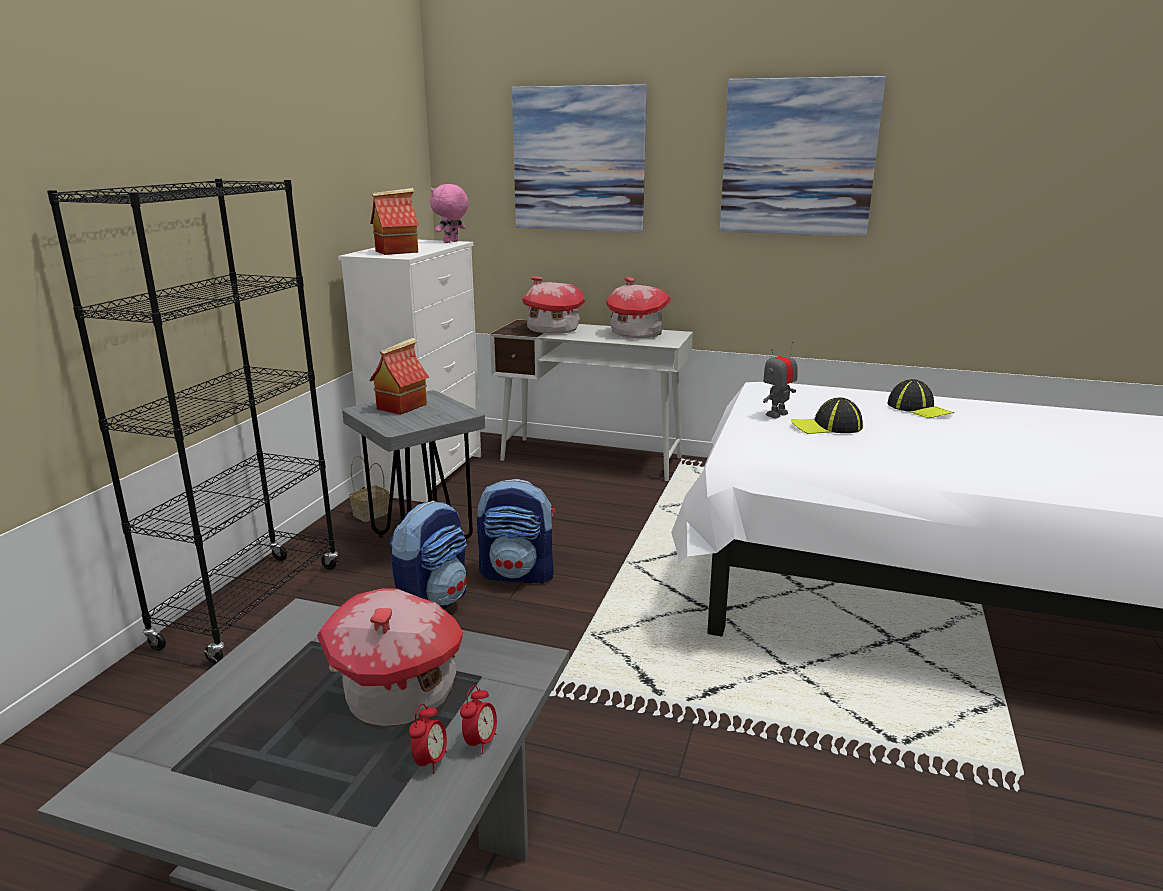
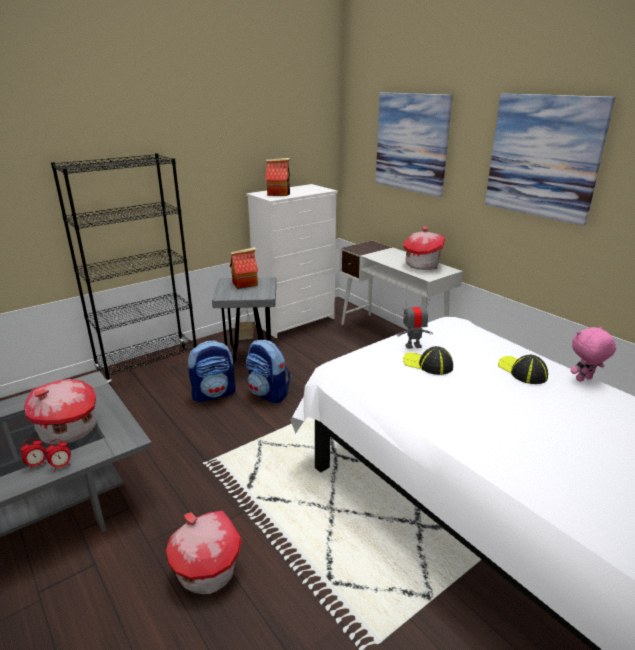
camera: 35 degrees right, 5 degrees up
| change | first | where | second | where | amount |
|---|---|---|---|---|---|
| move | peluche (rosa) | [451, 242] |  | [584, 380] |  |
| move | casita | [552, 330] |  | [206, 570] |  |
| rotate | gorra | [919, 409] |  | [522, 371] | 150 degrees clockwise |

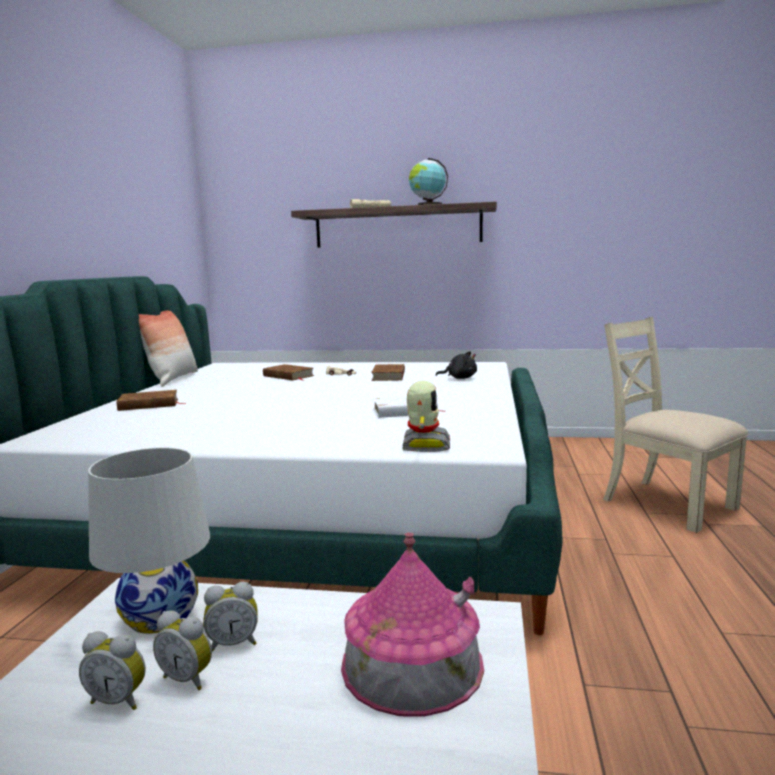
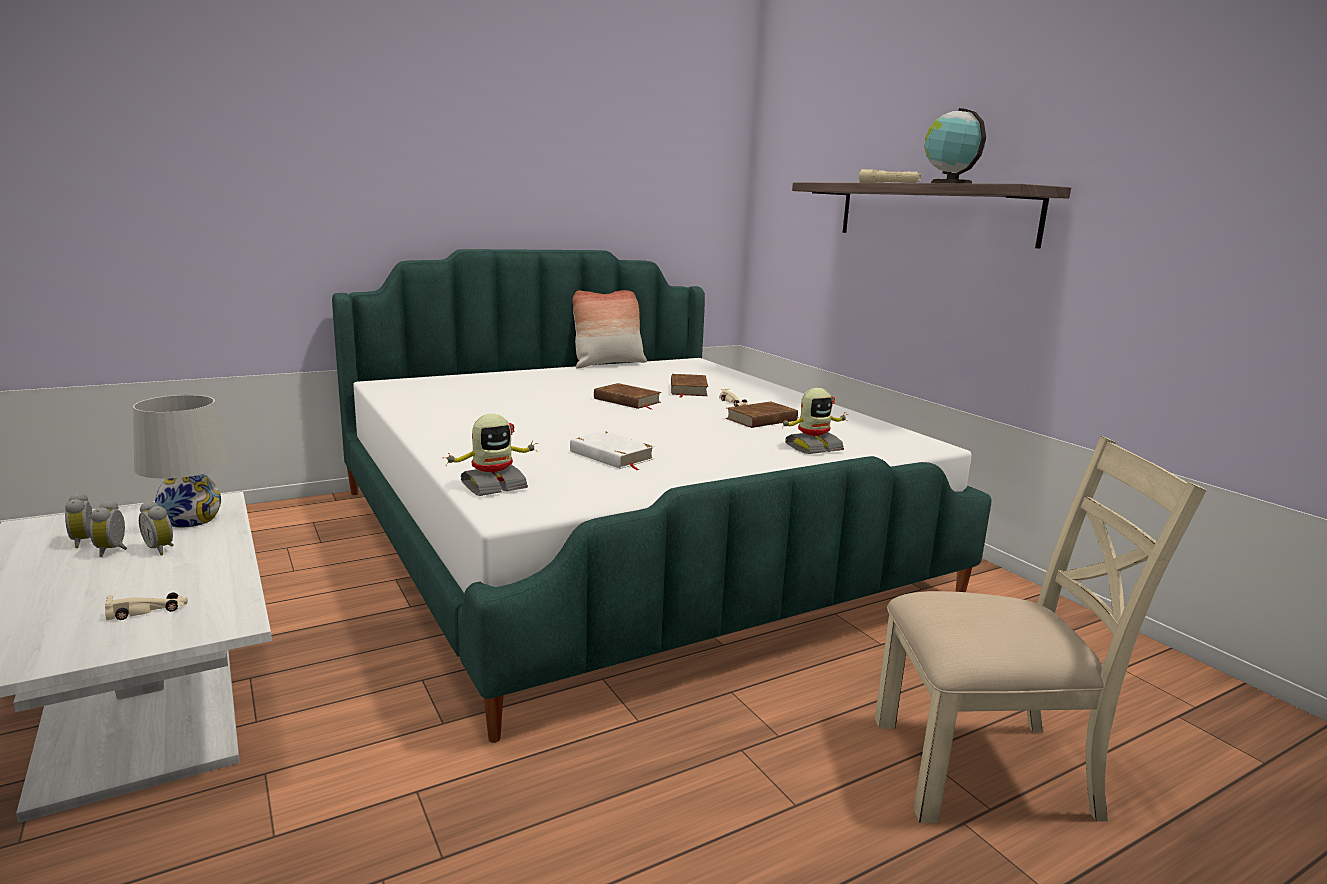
camera: 50 degrees right, 5 degrees up
| change | first | where | second | where | amount |
|---|---|---|---|---|---|
| move | libro (marrón) | [149, 405] |  | [627, 401] |  |
| replace | casita | [412, 664] | coche de juguete (beis) | [148, 610] |  |
| replace | peluche (negro) | [459, 378] | robot de juguete | [812, 447] |  |
| rotate | silla (beis) | [667, 503] |  | [986, 768] | 75 degrees clockwise |

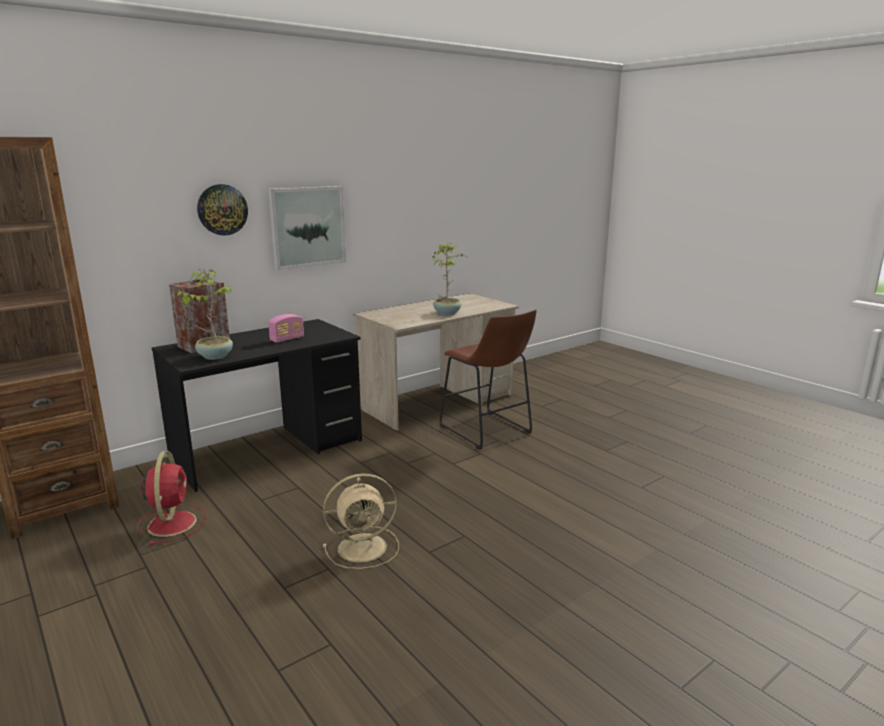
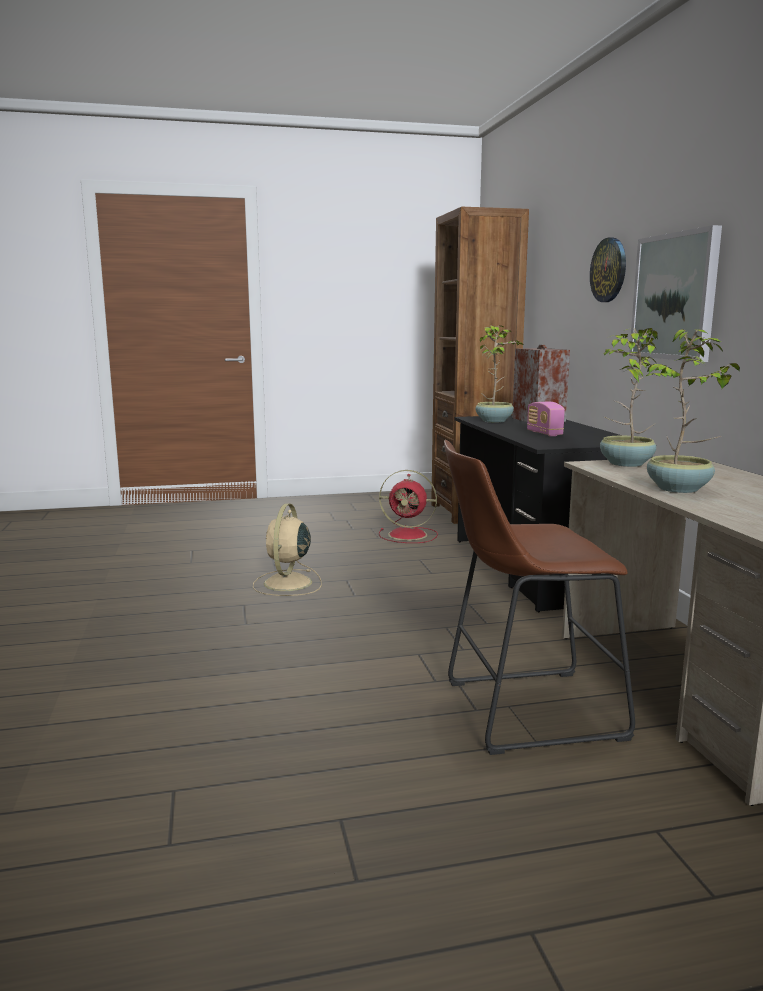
camera: 115 degrees right, 5 degrees down
| change | first | where | second | where | amount |
|---|---|---|---|---|---|
| insert |  |  | planta en maceta | [624, 464] |  |

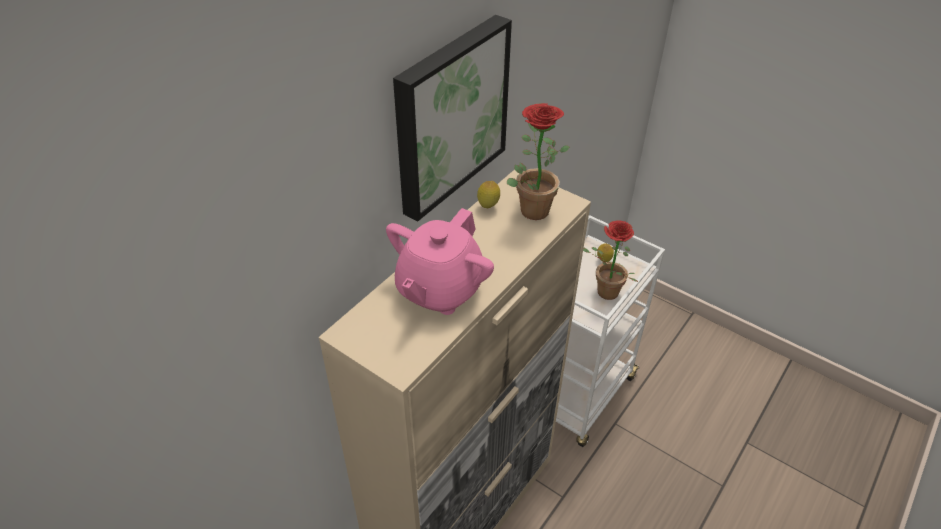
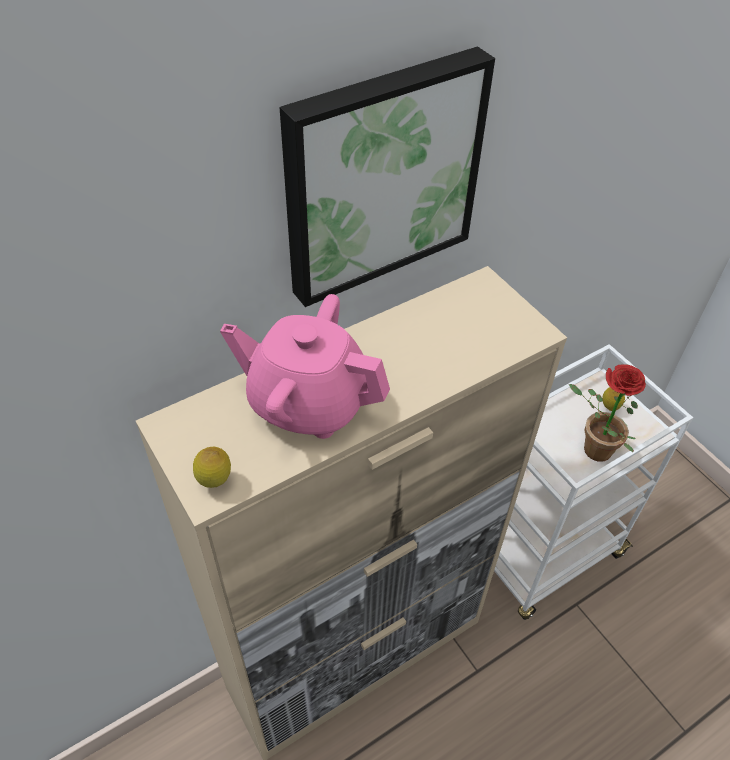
camera: 20 degrees right, 5 degrees up
| change | first | where | second | where | amount |
|---|---|---|---|---|---|
| rotate | tetera (rosa) | [439, 290] |  | [308, 403] | 60 degrees clockwise |
| move | limón | [488, 207] |  | [215, 482] |  |
| delete | planta en maceta | [531, 207] |  |  |  |

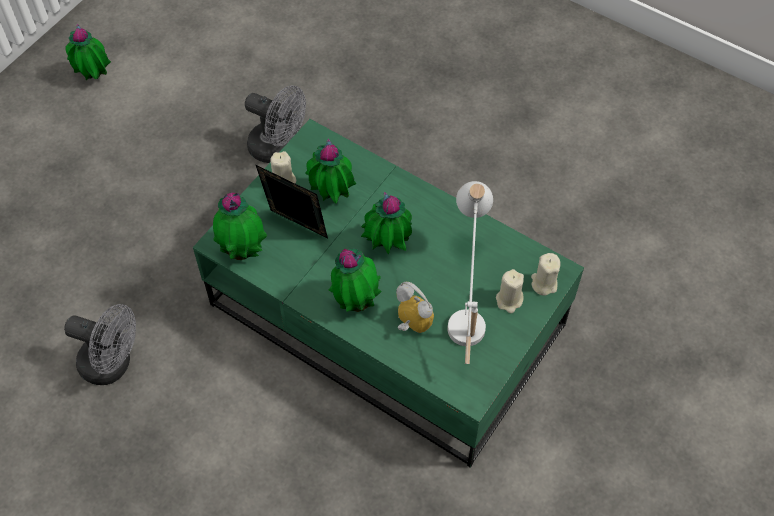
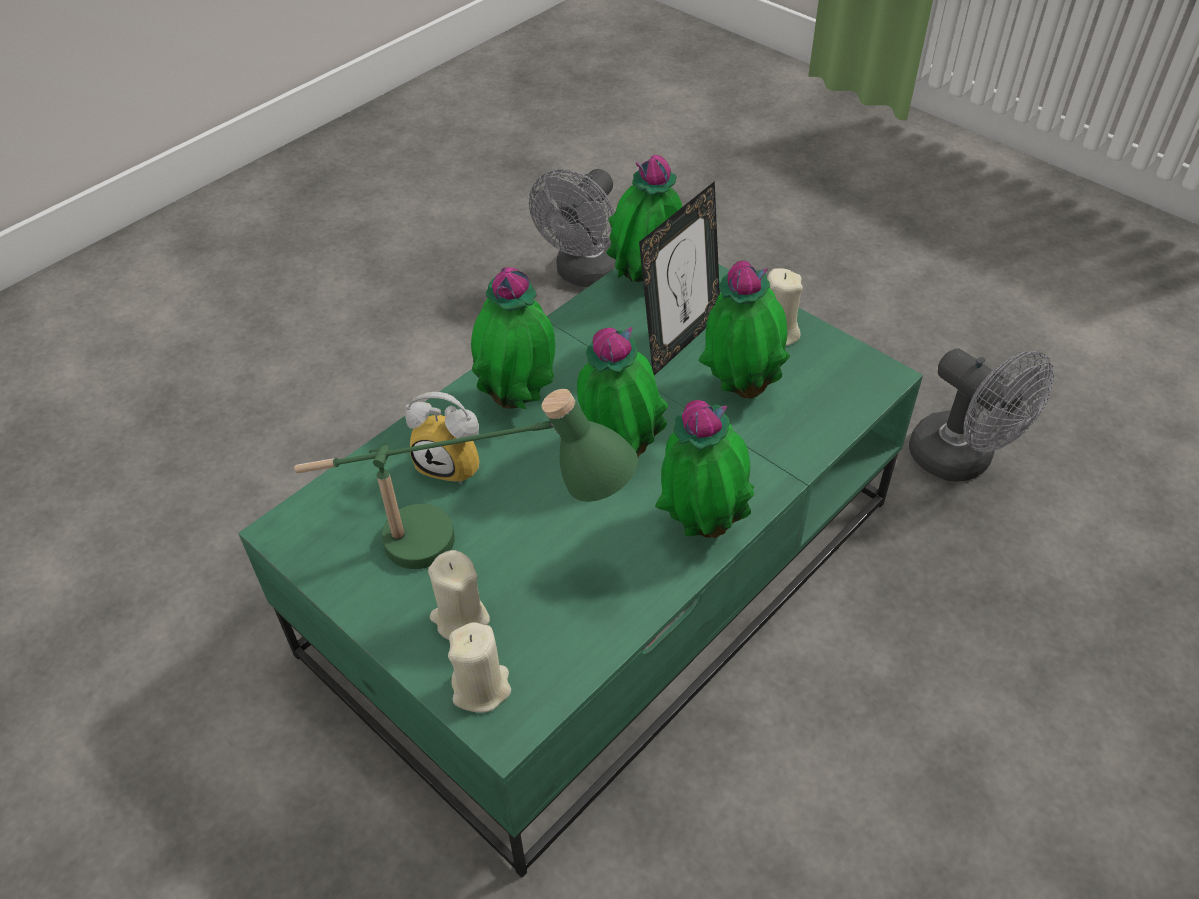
camera: 100 degrees right, 10 degrees down
| change | first | where | second | where | amount |
|---|---|---|---|---|---|
| move | planta en maceta | [94, 77] |  | [701, 524] |  |
| rotate | ventilador (gris) | [278, 148] |  | [962, 460] | 75 degrees counterclockwise |
| rotate | despertador | [409, 324] |  | [455, 463] | 60 degrees clockwise |
| recolor | lámpara de mesa (blanco) | [467, 304] | lámpara de mesa (verde) | [470, 549] |  |

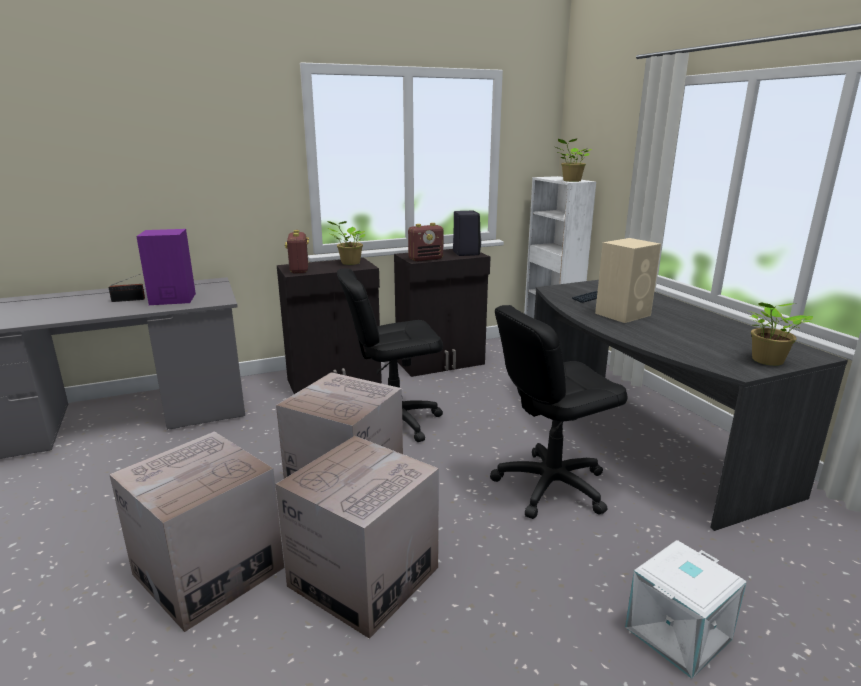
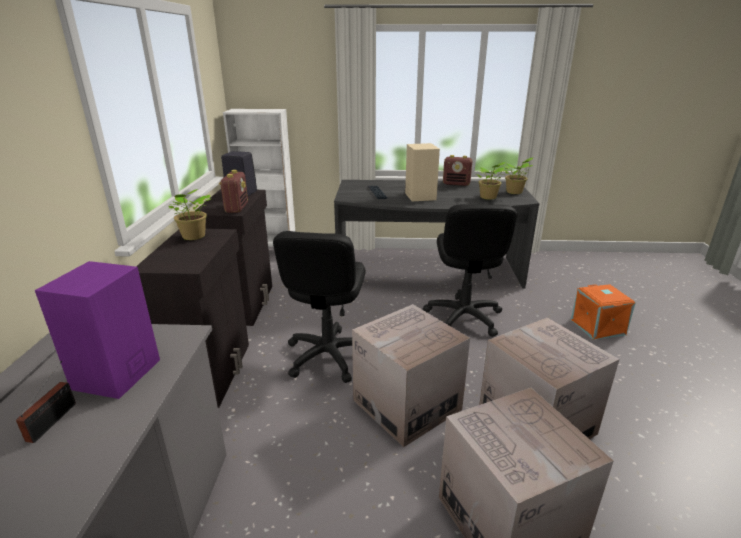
camera: 65 degrees left, 5 degrees up
| change | first | where | second | where | amount |
|---|---|---|---|---|---|
| move | radio | [299, 270] |  | [456, 184] |  |
| move | planta en maceta | [570, 181] |  | [488, 197] |  |
| recolor | caja de almacenaje (blanco) | [679, 634] | caja de almacenaje (naranja) | [598, 327] |  |

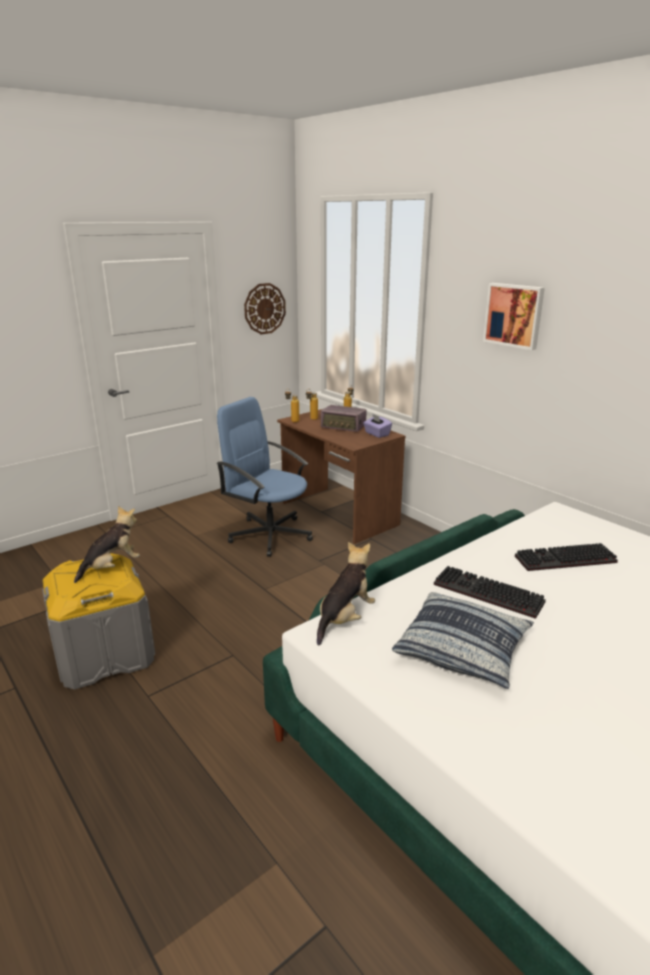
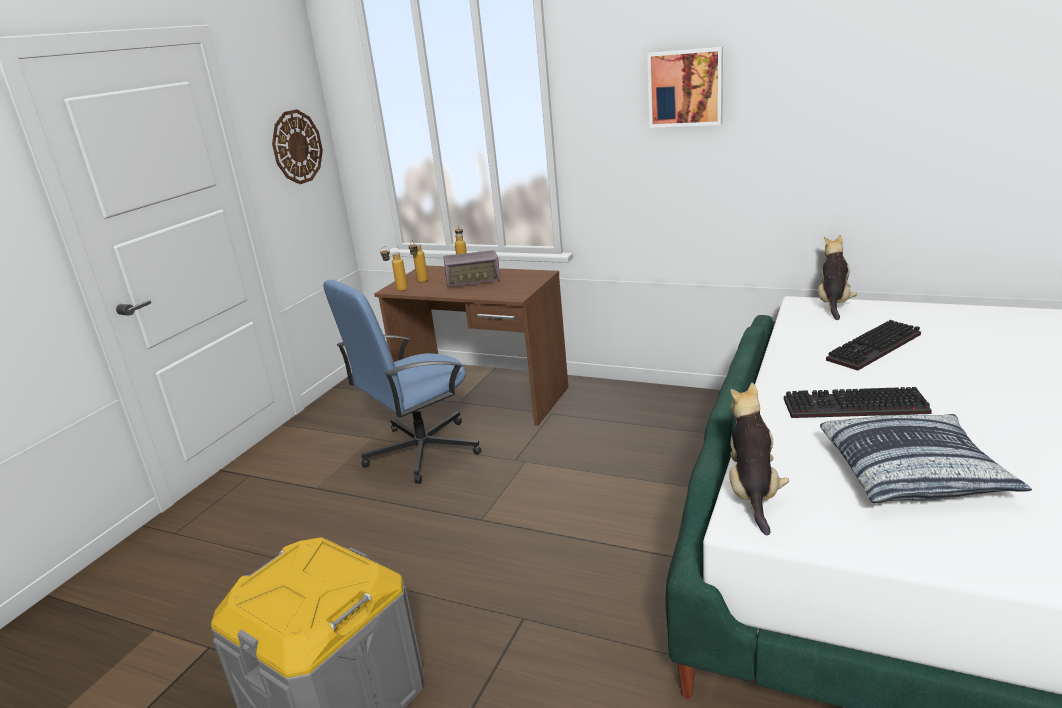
camera: 25 degrees left, 0 degrees up
| change | first | where | second | where | amount |
|---|---|---|---|---|---|
| move | peluche | [112, 567] |  | [833, 304] |  |
| rotate | silla de oficina (azul) | [269, 534] |  | [420, 451] | 45 degrees counterclockwise |
| delete | caja de pañuelos (morado) | [377, 434] |  |  |  |

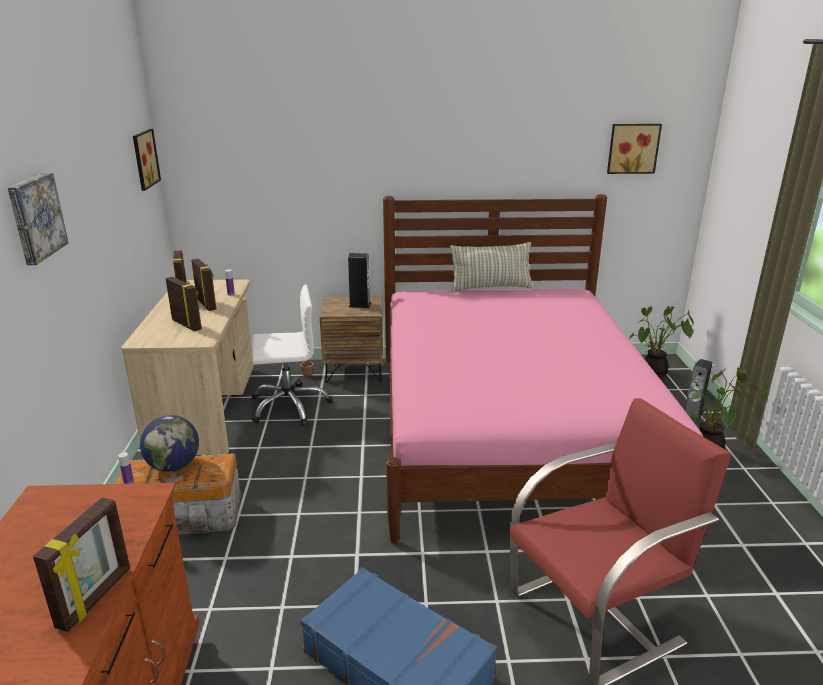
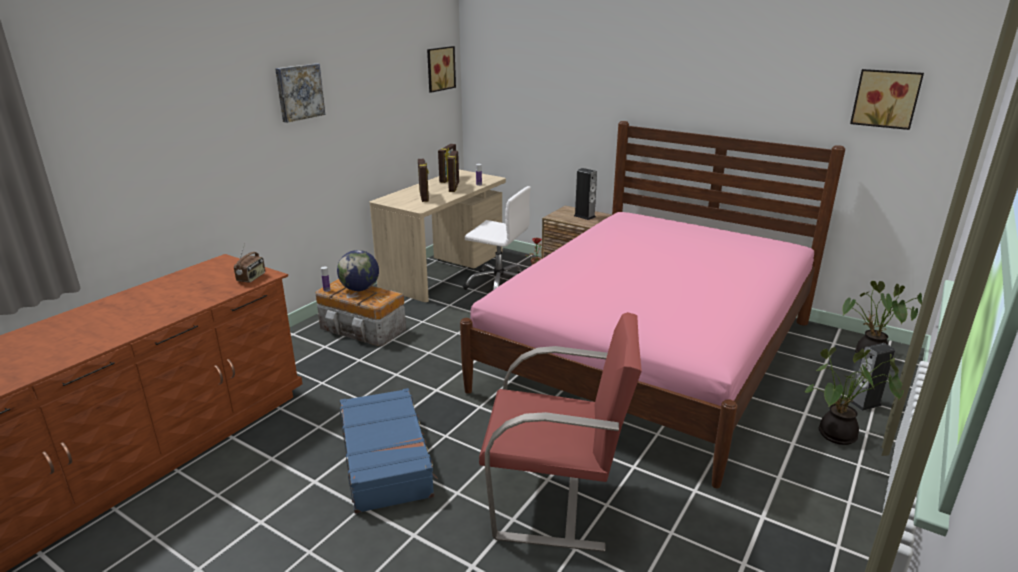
camera: 35 degrees right, 0 degrees up
| change | first | where | second | where | amount |
|---|---|---|---|---|---|
| delete | portarretratos | [96, 598] |  |  |  |
| delete | cojín | [491, 288] |  |  |  |
| insert |  |  | radio | [251, 278] |  |

